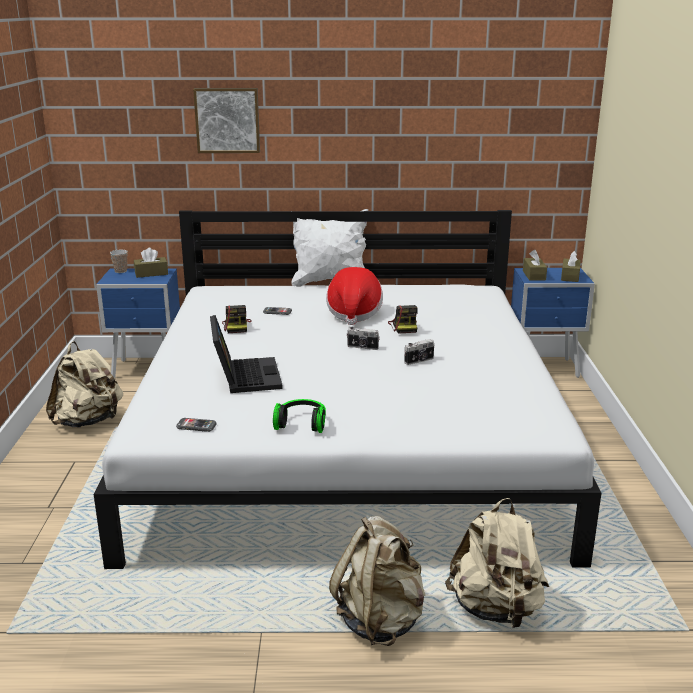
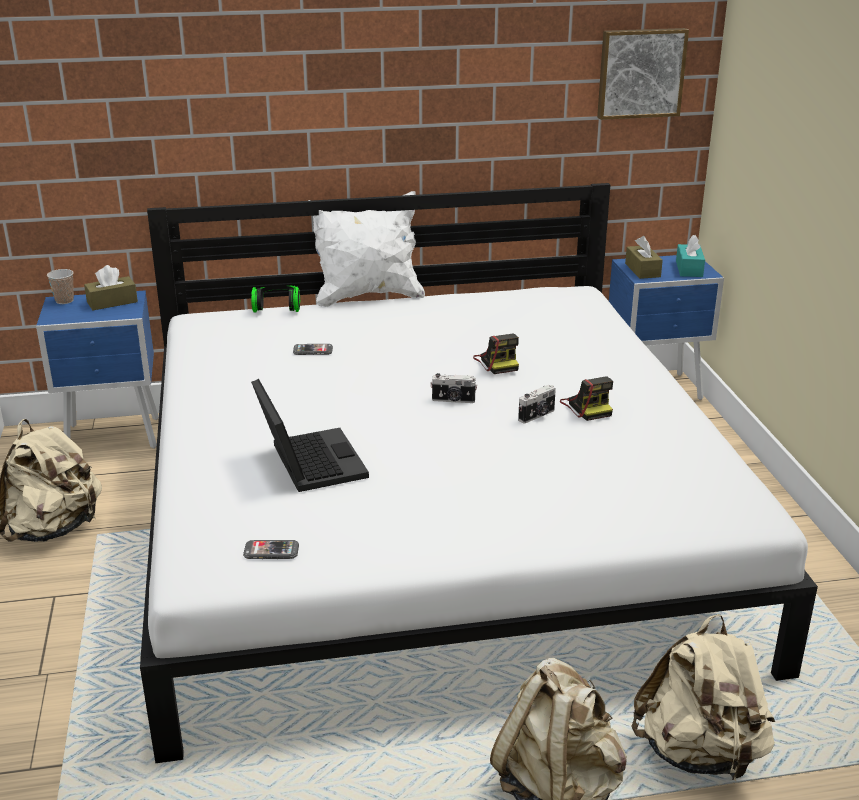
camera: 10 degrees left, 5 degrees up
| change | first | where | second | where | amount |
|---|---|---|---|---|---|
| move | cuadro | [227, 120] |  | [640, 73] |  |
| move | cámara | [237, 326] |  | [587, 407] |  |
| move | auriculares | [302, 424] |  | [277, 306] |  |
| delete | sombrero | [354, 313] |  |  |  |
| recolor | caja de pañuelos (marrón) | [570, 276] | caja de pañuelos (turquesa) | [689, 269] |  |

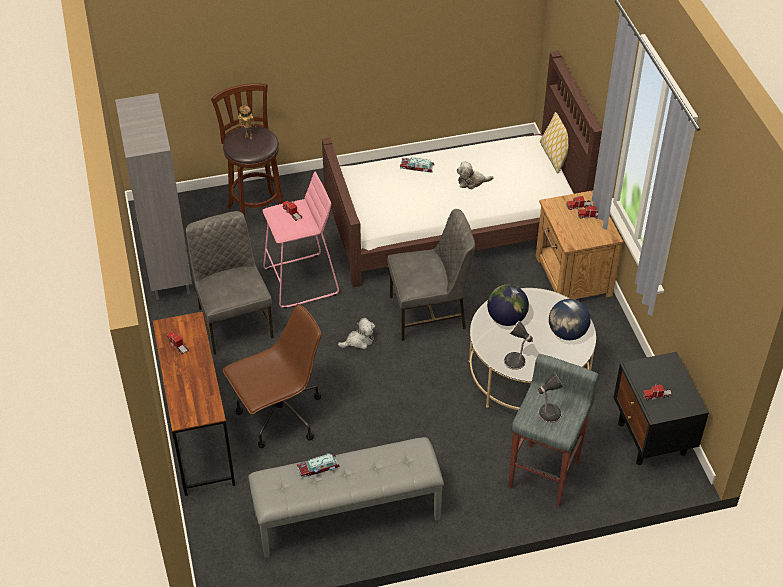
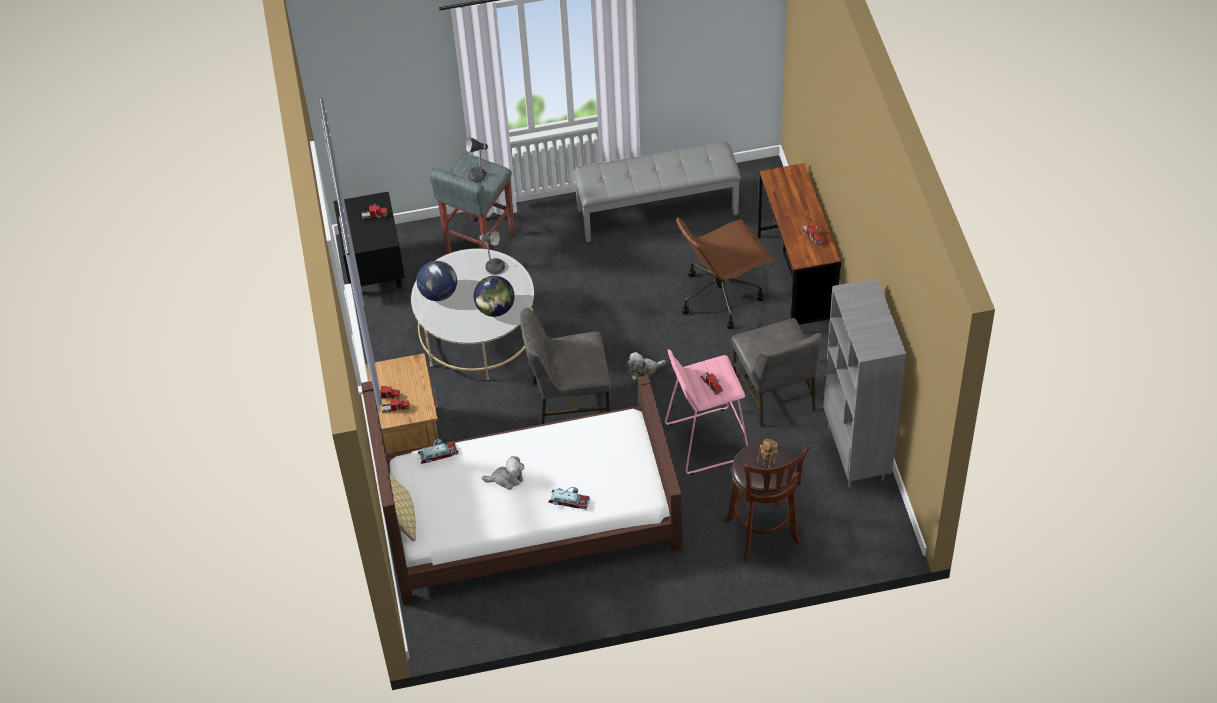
camera: 175 degrees left, 5 degrees up
| change | first | where | second | where | amount |
|---|---|---|---|---|---|
| move | coche de juguete | [319, 468] |  | [437, 454] |  |

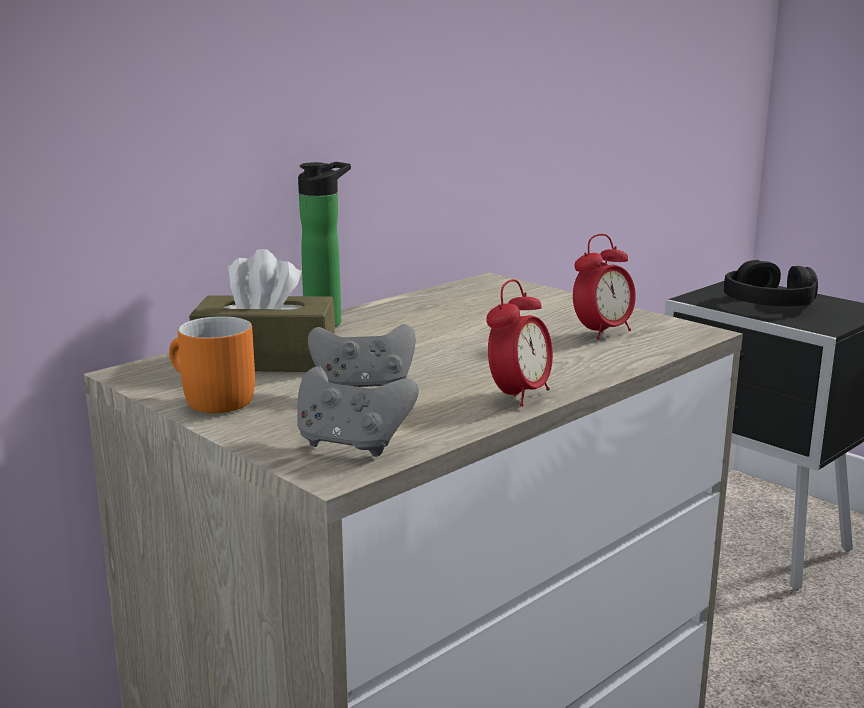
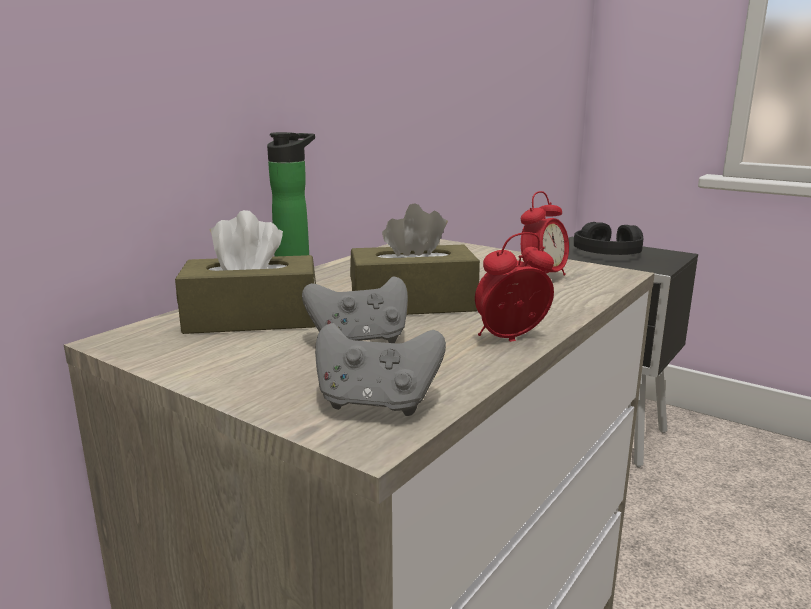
camera: 10 degrees left, 0 degrees up
| change | first | where | second | where | amount |
|---|---|---|---|---|---|
| delete | taza grande (naranja) | [207, 401] |  |  |  |
| rotate | despertador | [519, 396] |  | [510, 339] | 135 degrees counterclockwise |
| insert |  |  | caja de pañuelos (marrón) | [413, 304] |  |

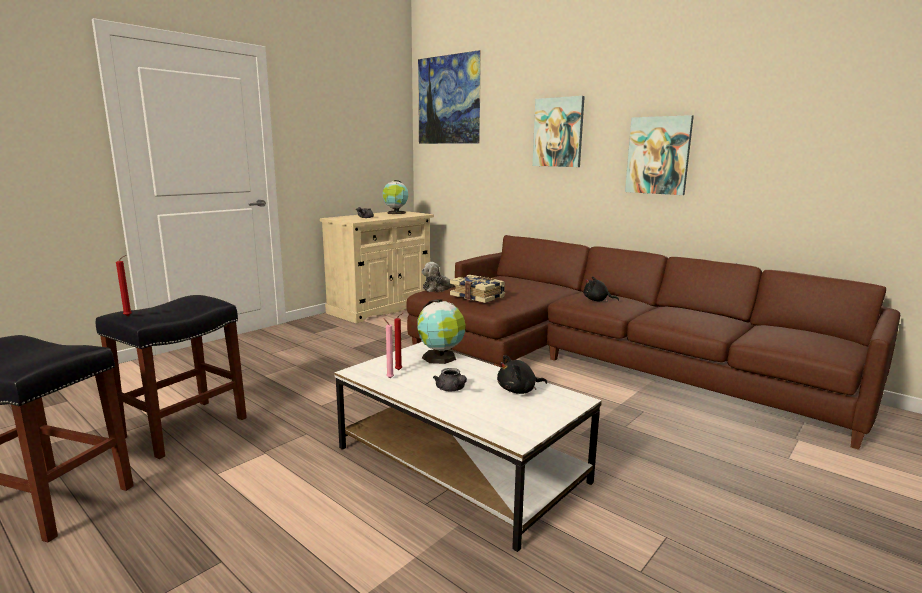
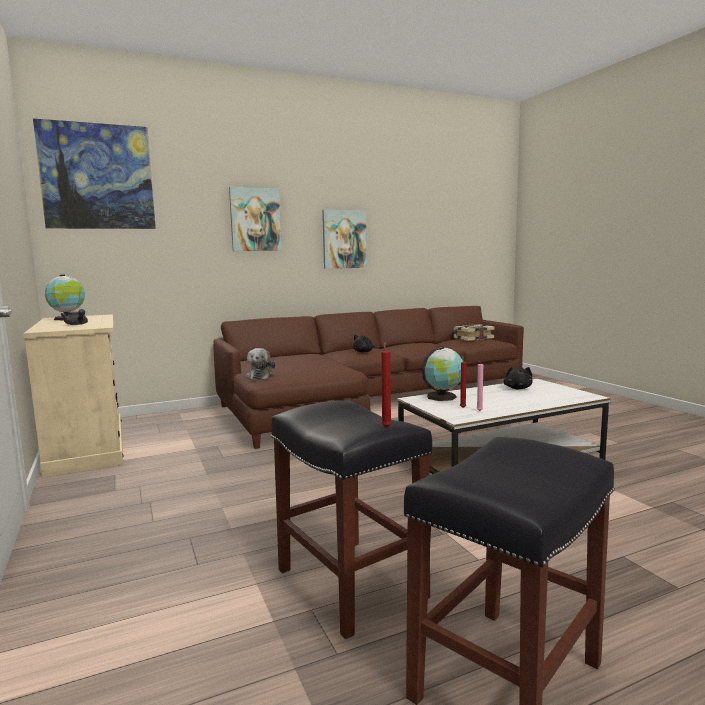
camera: 65 degrees left, 5 degrees down
| change | first | where | second | where | amount |
|---|---|---|---|---|---|
| delete | tetera (gris) | [451, 389] |  |  |  |
| move | libro | [478, 296] |  | [473, 338] |  |

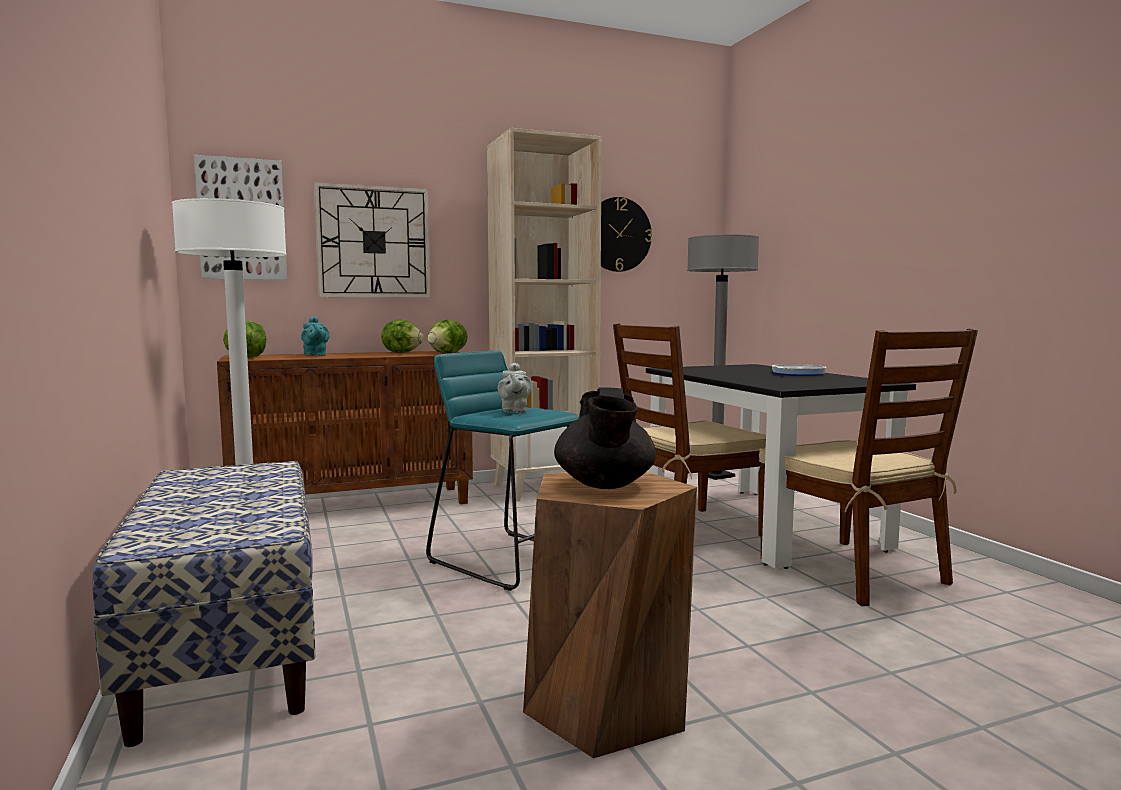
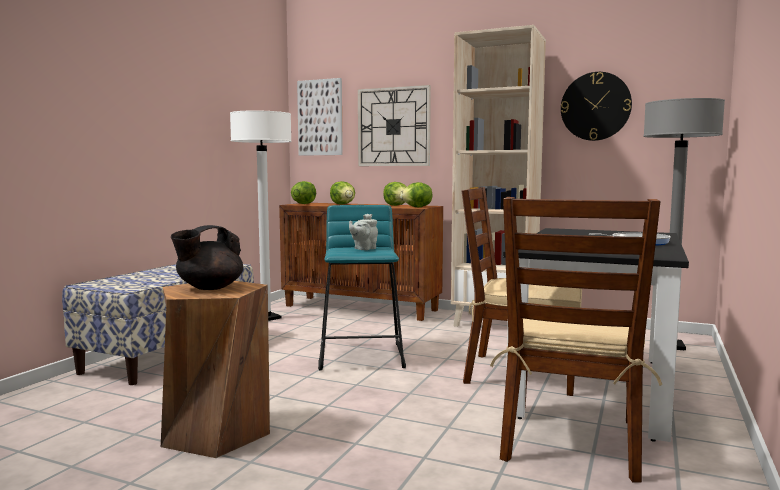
camera: 45 degrees right, 0 degrees up
| change | first | where | second | where | amount |
|---|---|---|---|---|---|
| replace | tetera (turquesa) | [315, 355] | lechuga | [343, 204] |  |

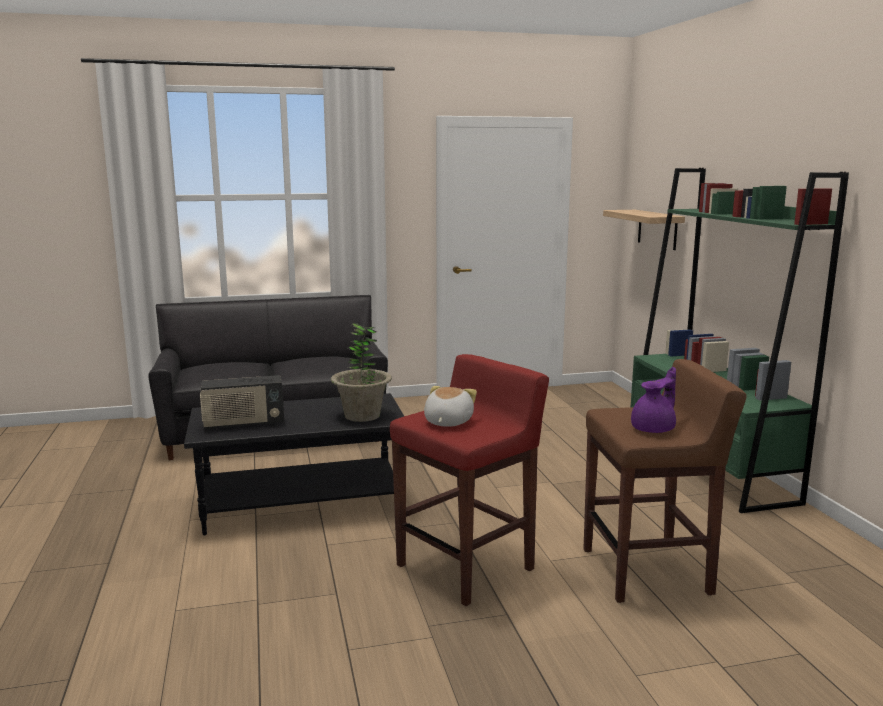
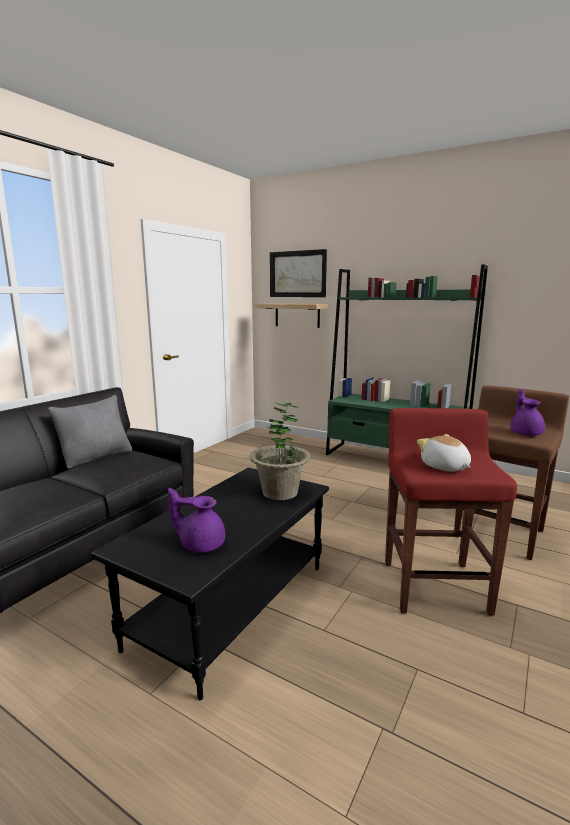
camera: 45 degrees left, 0 degrees up
| change | first | where | second | where | amount |
|---|---|---|---|---|---|
| replace | radio | [244, 424] | tetera (morado) | [201, 544] |  |
| insert |  |  | cojín (gris) | [97, 457] |  |
| insert |  |  | cuadro | [297, 274] |  |

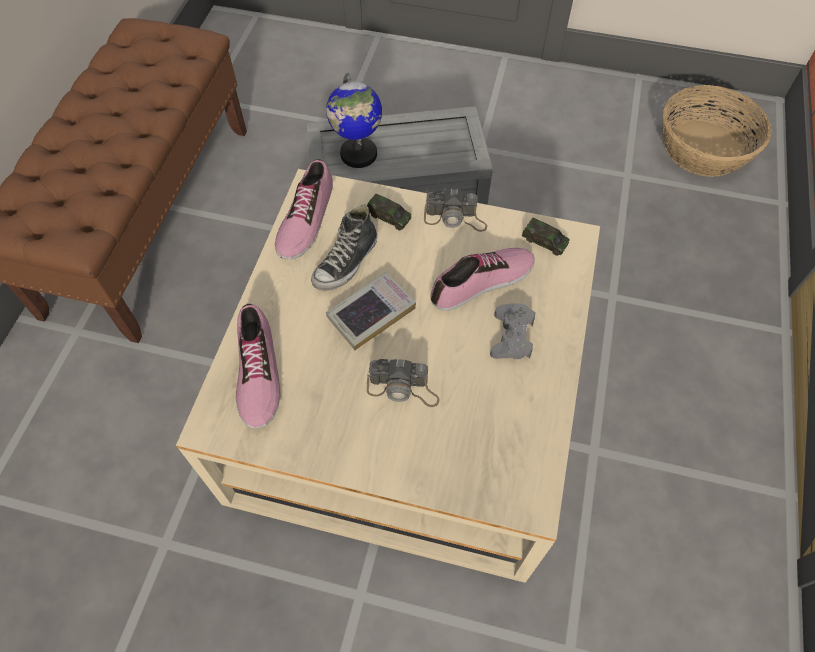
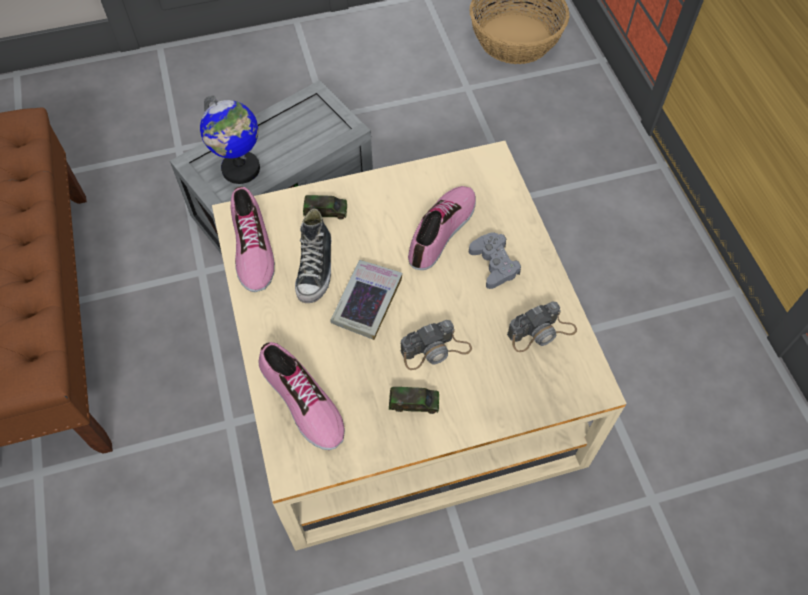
camera: 30 degrees left, 0 degrees up
| change | first | where | second | where | amount |
|---|---|---|---|---|---|
| move | cámara | [455, 218] |  | [541, 332] |  |
| move | coche de juguete | [544, 241] |  | [414, 403] |  |

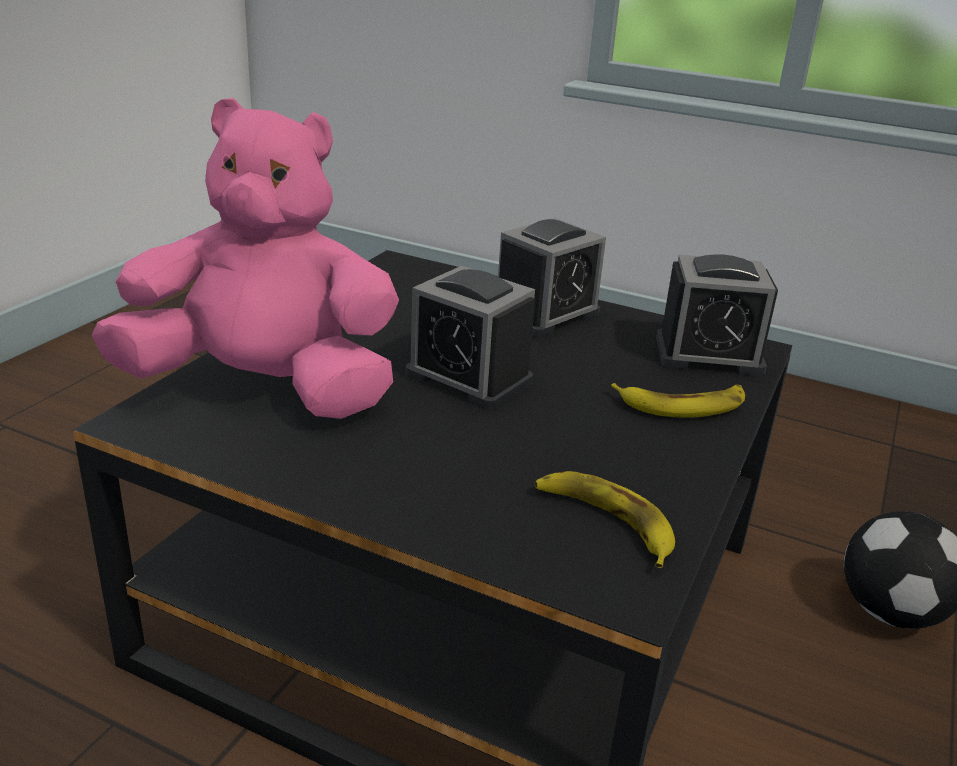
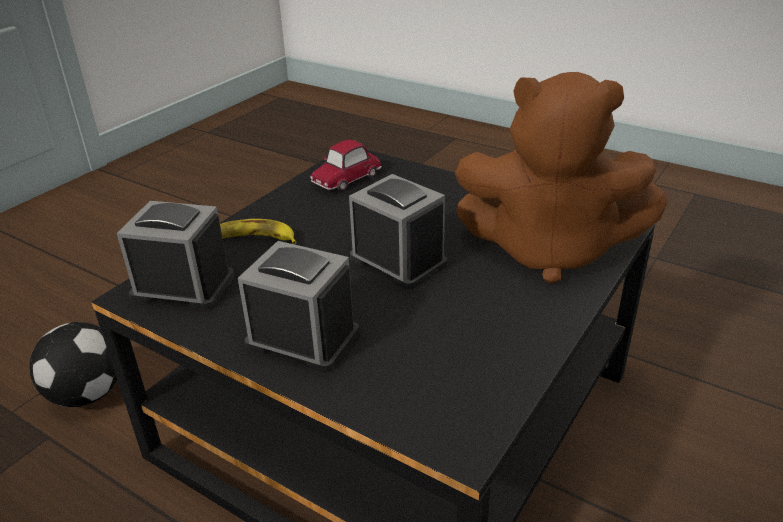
camera: 170 degrees left, 5 degrees up
| change | first | where | second | where | amount |
|---|---|---|---|---|---|
| recolor | peluche (rosa) | [264, 390] | peluche (marrón) | [549, 250] |  |
| rotate | despertador | [545, 314] |  | [303, 339] | 60 degrees clockwise |
| replace | plátano | [605, 522] | coche de juguete | [346, 178] |  |

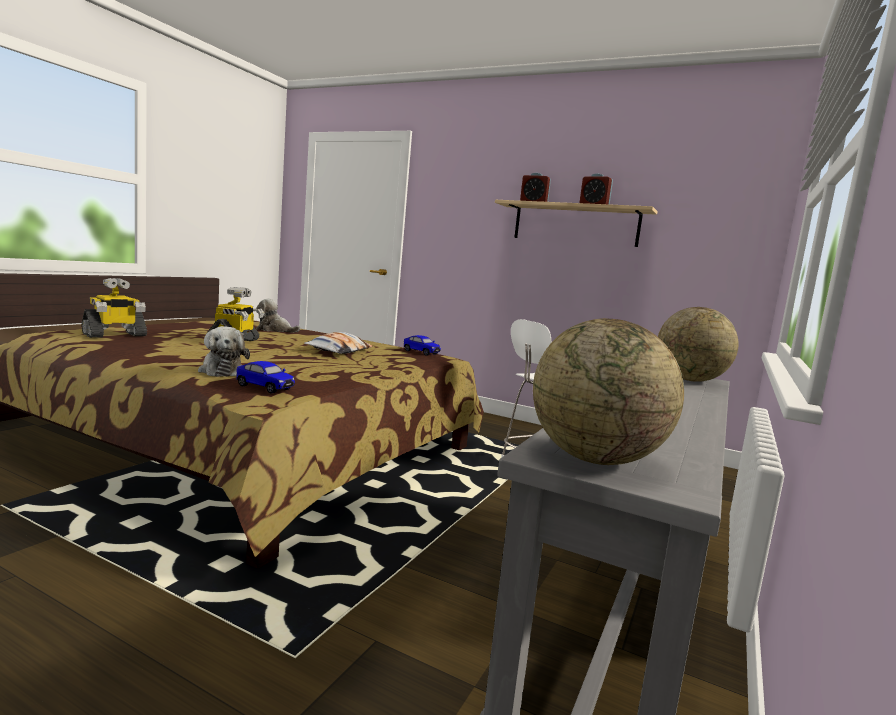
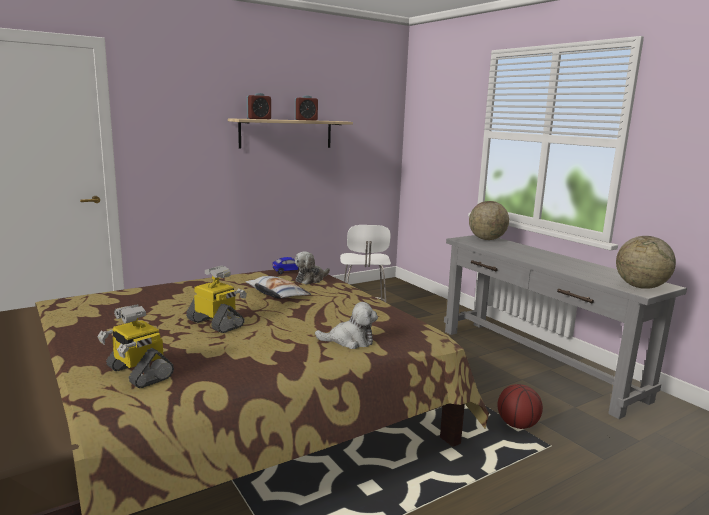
camera: 60 degrees left, 5 degrees up
| change | first | where | second | where | amount |
|---|---|---|---|---|---|
| rotate | robot de juguete | [114, 335] |  | [138, 373] | 150 degrees clockwise |
| delete | coche de juguete | [264, 388] |  |  |  |
| move | peluche | [275, 330] |  | [311, 279] |  |
| insert |  |  | balón de baloncesto | [517, 425] |  |

